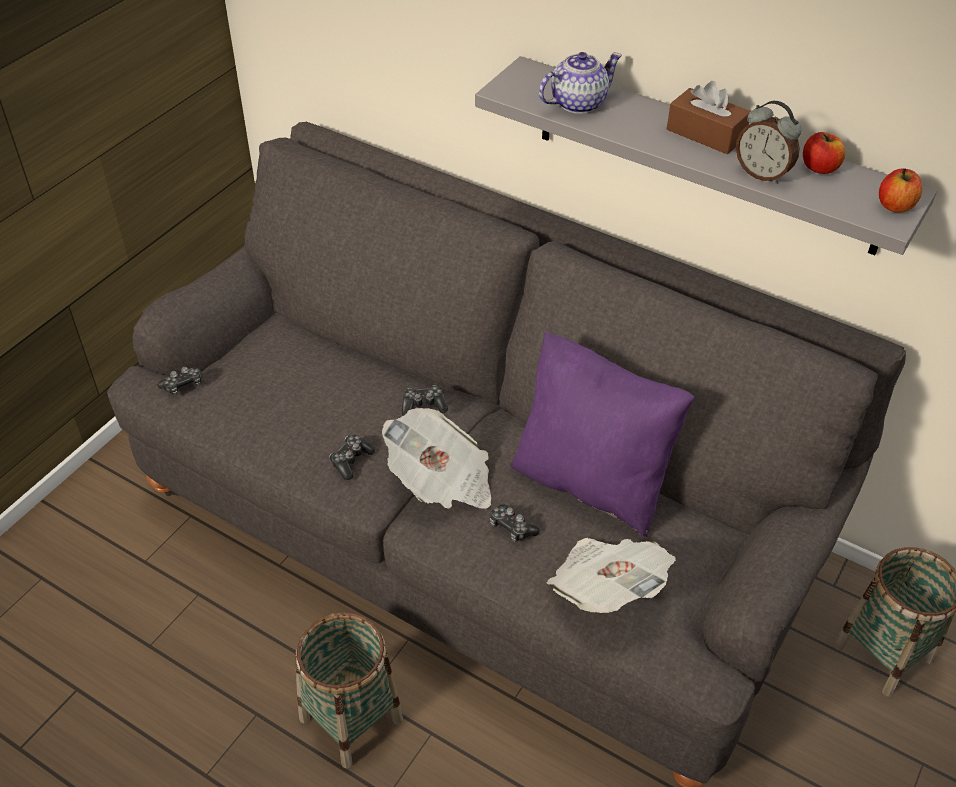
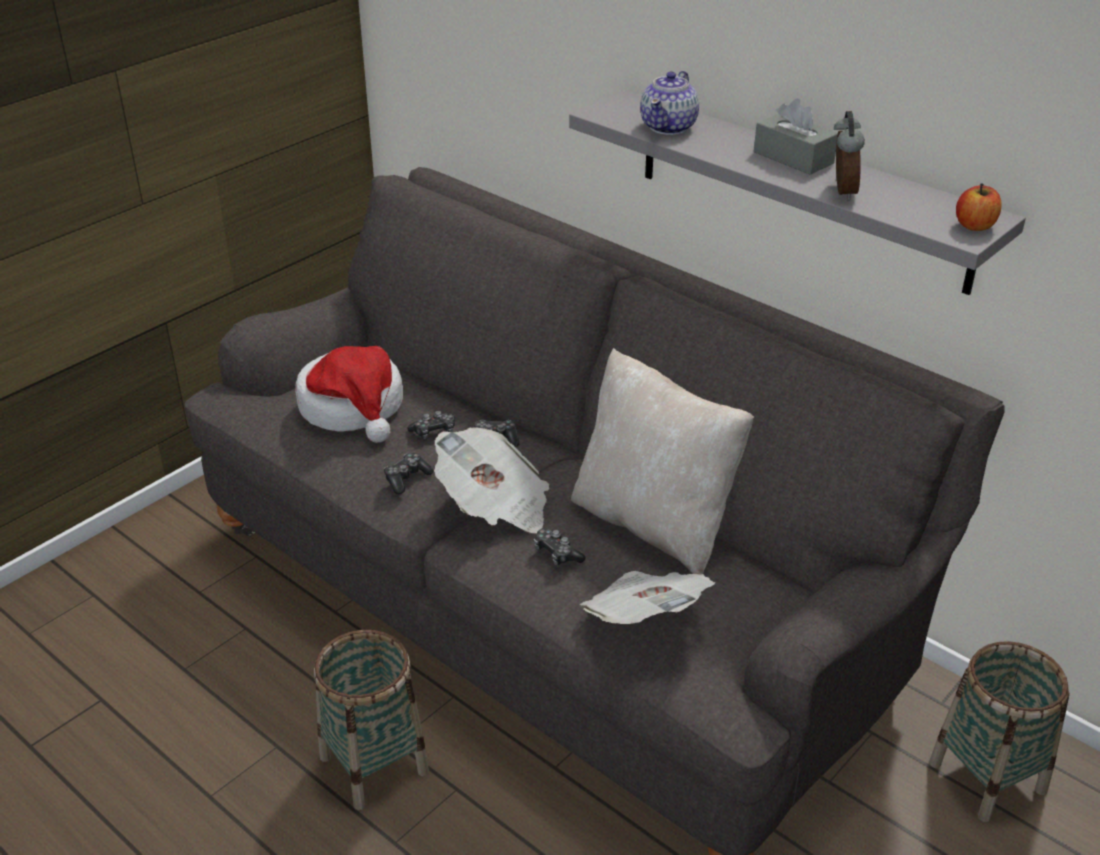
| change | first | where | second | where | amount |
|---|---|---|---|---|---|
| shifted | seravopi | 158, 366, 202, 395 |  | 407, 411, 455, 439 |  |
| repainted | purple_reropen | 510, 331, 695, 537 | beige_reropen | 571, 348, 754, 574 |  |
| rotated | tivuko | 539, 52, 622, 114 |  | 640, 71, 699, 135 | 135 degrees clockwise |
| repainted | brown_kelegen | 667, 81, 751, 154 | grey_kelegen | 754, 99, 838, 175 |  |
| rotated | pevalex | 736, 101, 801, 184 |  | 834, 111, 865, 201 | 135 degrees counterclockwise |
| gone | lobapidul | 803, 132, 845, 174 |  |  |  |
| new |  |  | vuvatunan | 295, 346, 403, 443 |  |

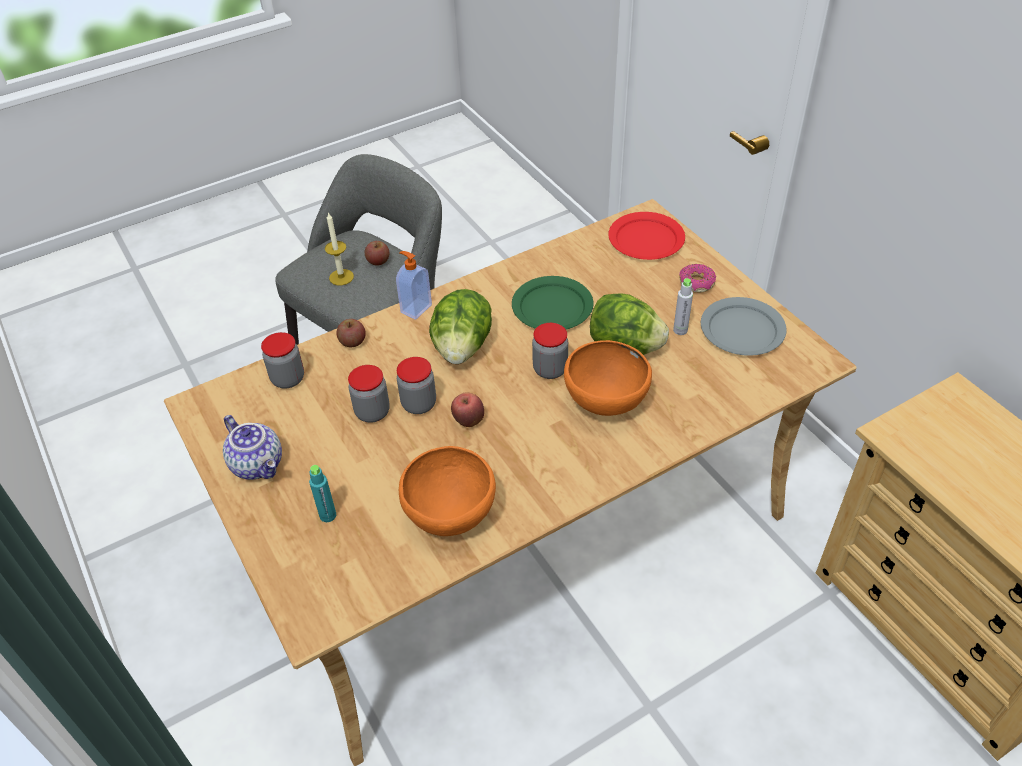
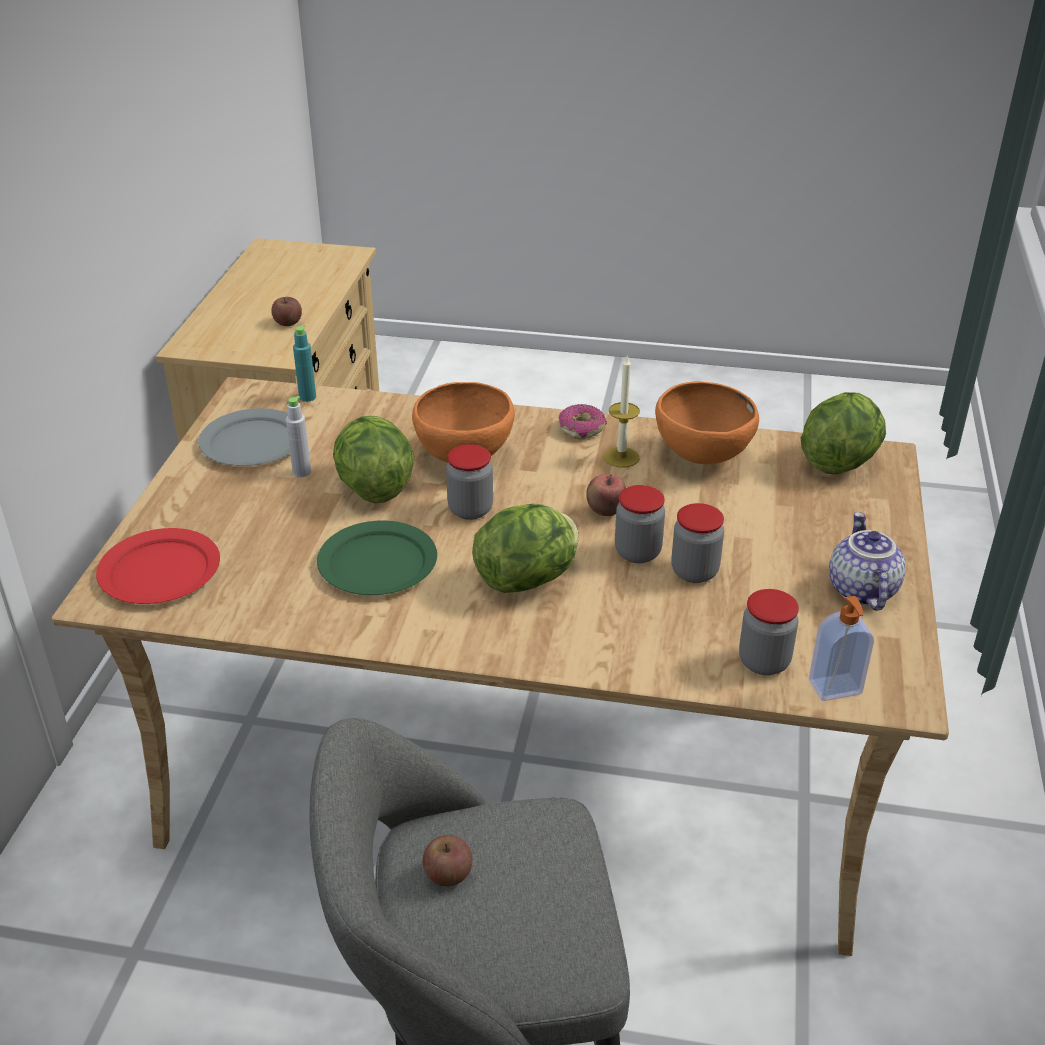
| change | first | where | second | where | amount |
|---|---|---|---|---|---|
| shifted | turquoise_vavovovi | 309, 465, 336, 522 |  | 293, 325, 316, 402 |  |
| shifted | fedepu | 325, 212, 354, 285 |  | 604, 356, 640, 468 |  |
| shifted | lobapidul | 336, 319, 366, 347 |  | 271, 297, 302, 326 |  |
| shifted | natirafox | 396, 251, 432, 320 |  | 808, 596, 874, 701 |  |
| shifted | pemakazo | 679, 264, 716, 293 |  | 559, 404, 607, 439 |  |
| new |  |  | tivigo | 801, 392, 886, 474 |  |

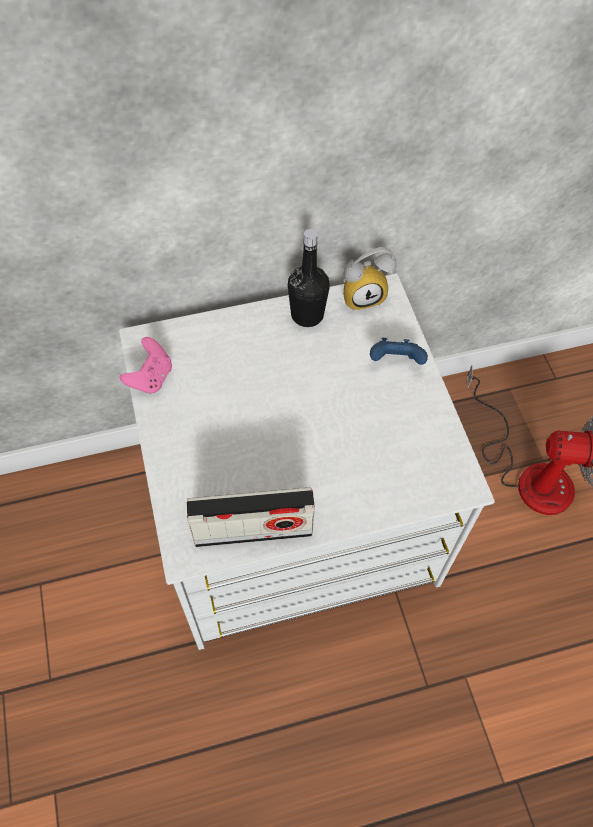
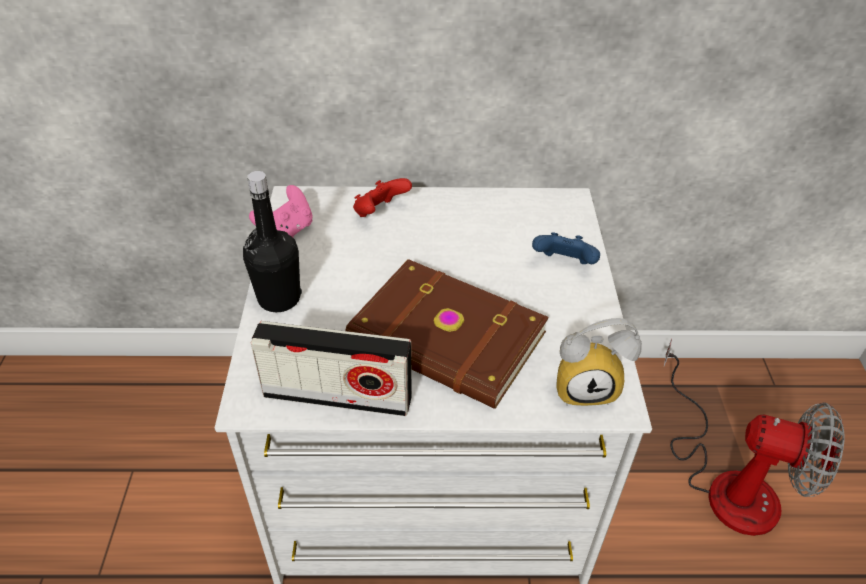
| change | first | where | second | where | amount |
|---|---|---|---|---|---|
| shifted | black_vavovovi | 288, 229, 330, 327 |  | 243, 171, 302, 312 |  |
| shifted | pevalex | 344, 247, 397, 311 |  | 556, 318, 642, 406 |  |
| new |  |  | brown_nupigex | 345, 259, 549, 409 |  |
| new |  |  | red_seravopi | 353, 178, 412, 217 |  |

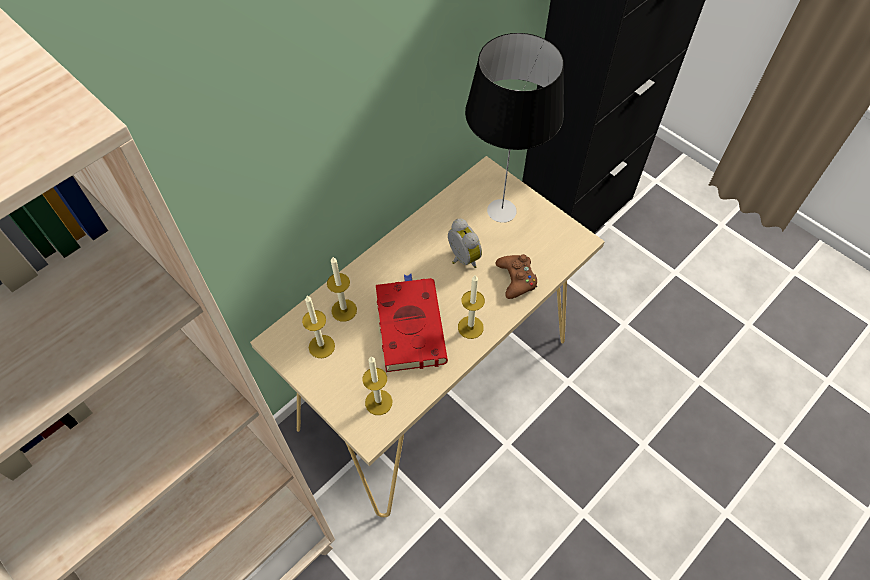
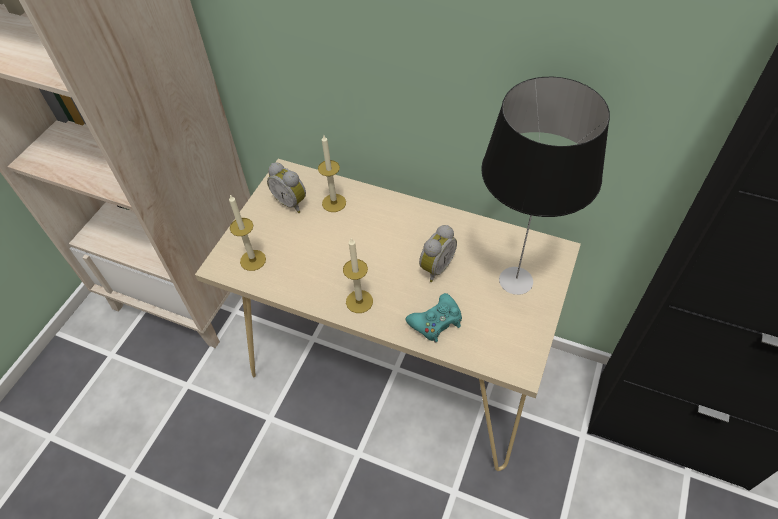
| change | first | where | second | where | amount |
|---|---|---|---|---|---|
| swapped | fedepu | 302, 296, 335, 358 | pevalex | 267, 163, 306, 213 |  |
| gone | red_nupigex | 376, 274, 448, 372 |  |  |  |
| repainted | brown_seravopi | 496, 254, 537, 299 | turquoise_seravopi | 406, 293, 462, 343 |  |

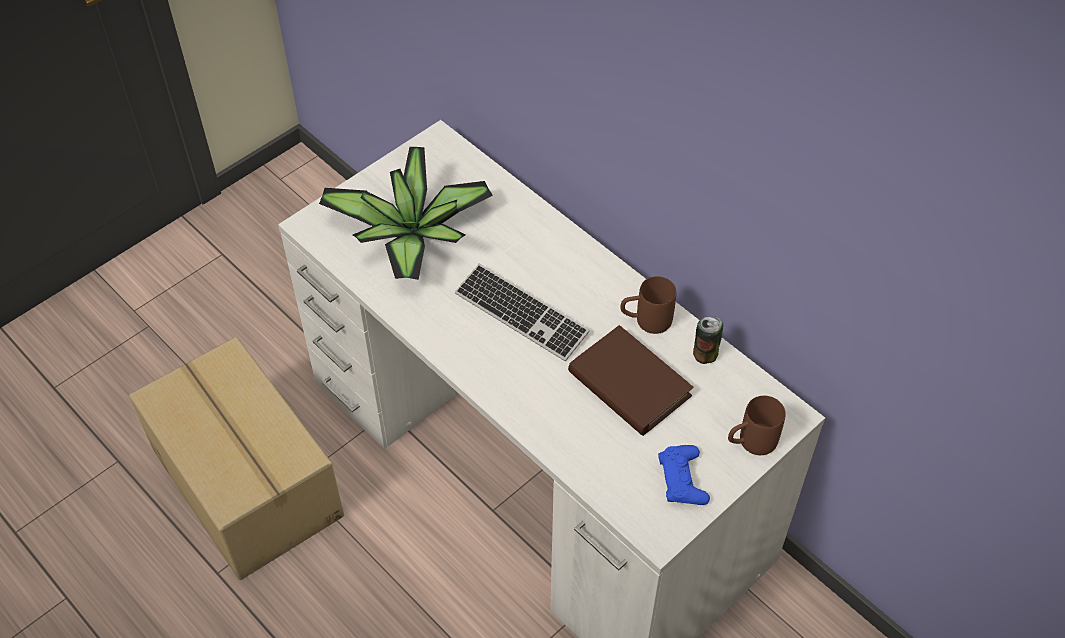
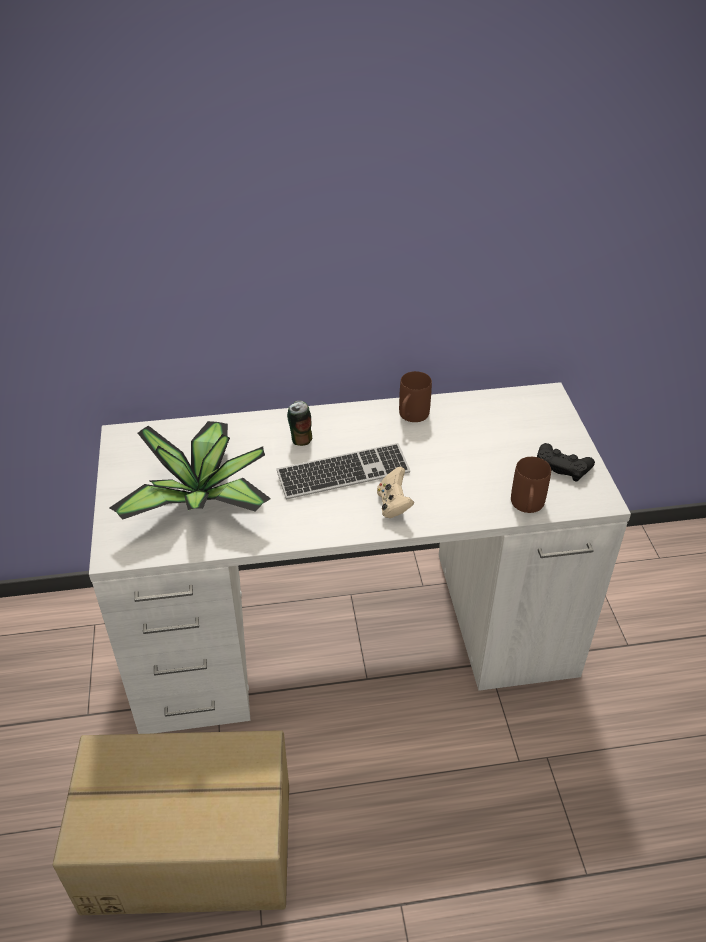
| change | first | where | second | where | amount |
|---|---|---|---|---|---|
| gone | brown_nupigex | 568, 325, 693, 436 |  |  |  |
| repainted | blue_seravopi | 658, 445, 710, 505 | black_seravopi | 537, 443, 595, 482 |  |
| shifted | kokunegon | 693, 317, 723, 364 |  | 287, 401, 312, 446 |  |
| shifted | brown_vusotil | 728, 396, 786, 455 |  | 511, 457, 551, 513 |  |
| new |  |  | beige_seravopi | 377, 467, 414, 518 |  |

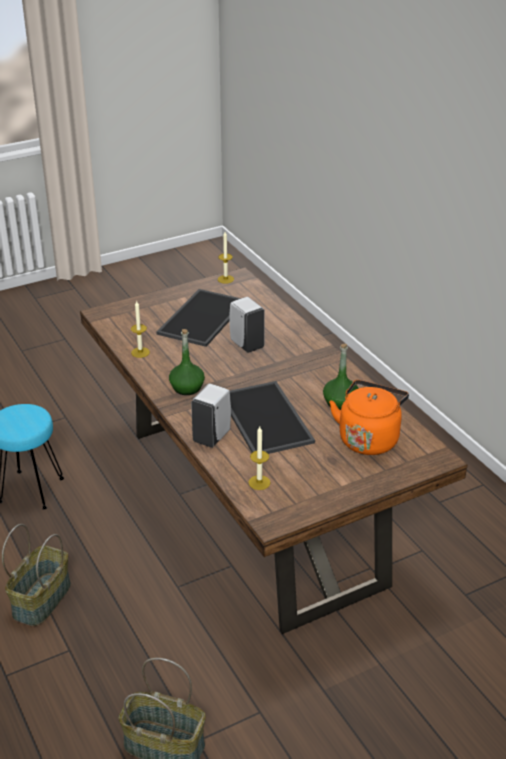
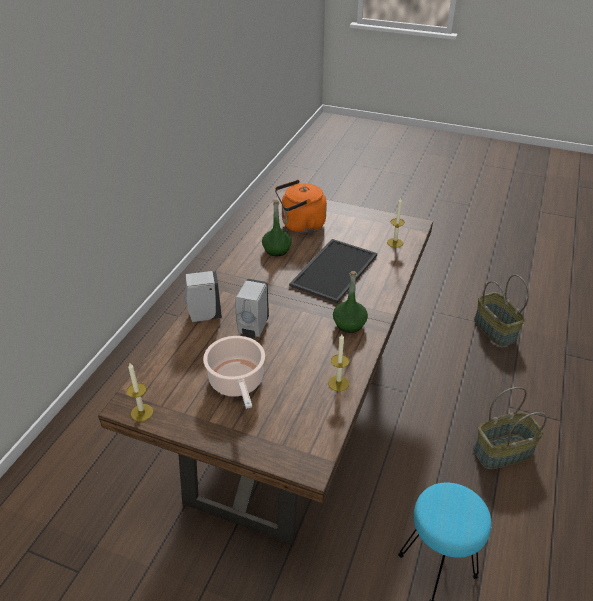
| change | first | where | second | where | amount |
|---|---|---|---|---|---|
| swapped | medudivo | 156, 289, 241, 347 | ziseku | 203, 336, 265, 409 |  |
| shifted | white_natirafox | 191, 384, 231, 448 |  | 184, 271, 222, 322 |  |

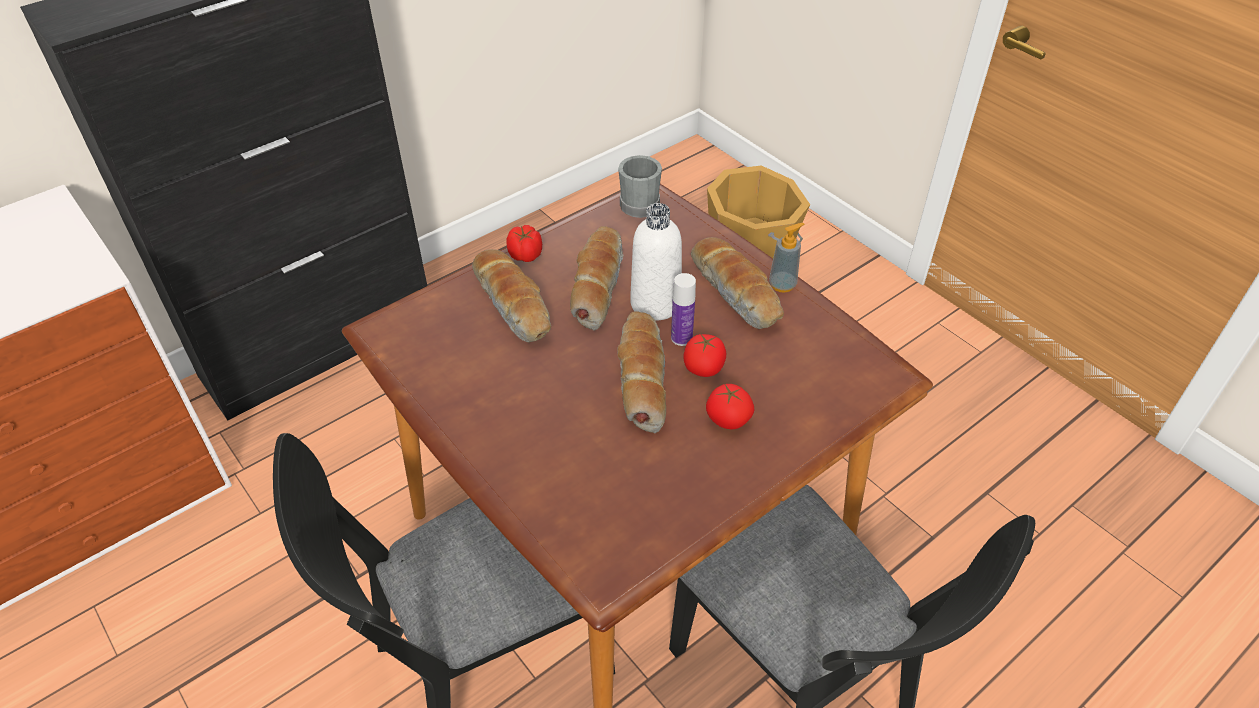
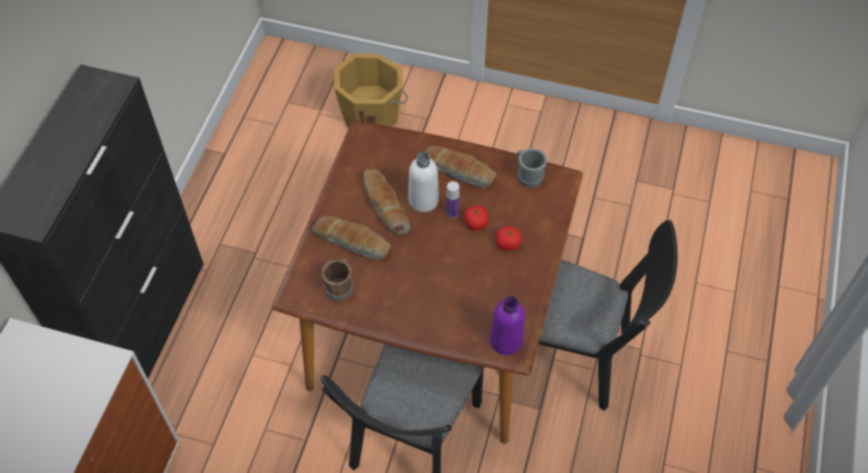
| change | first | where | second | where | amount |
|---|---|---|---|---|---|
| gone | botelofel | 506, 225, 542, 262 |  |  |  |
| gone | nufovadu | 617, 311, 666, 433 |  |  |  |
| shifted | grey_vusotil | 618, 155, 662, 218 |  | 517, 148, 547, 188 |  |
| gone | natirafox | 769, 223, 804, 293 |  |  |  |
| new |  |  | brown_vusotil | 321, 258, 353, 301 |  |
| new |  |  | purple_vavovovi | 490, 296, 525, 355 |  |

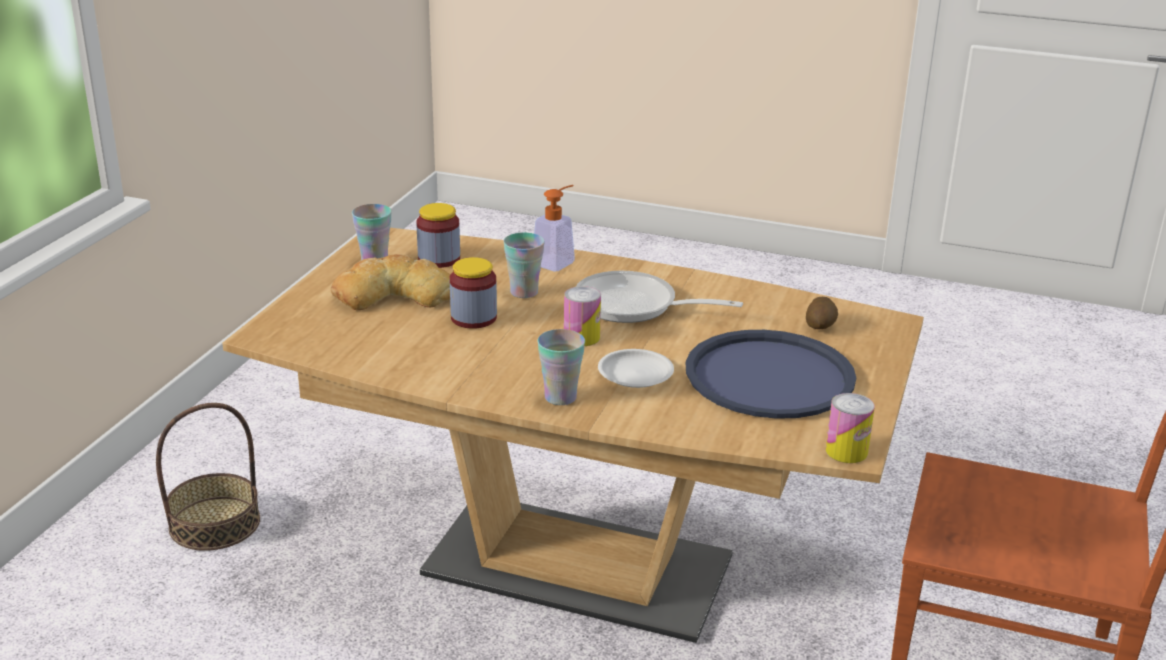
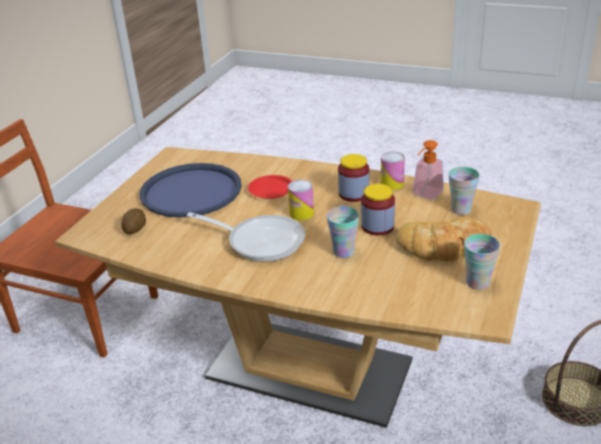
| change | first | where | second | where | amount |
|---|---|---|---|---|---|
| shifted | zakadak | 416, 203, 460, 268 |  | 338, 154, 369, 202 |  |
| shifted | natirafox | 534, 185, 575, 271 |  | 412, 140, 444, 200 |  |
| shifted | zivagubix | 537, 329, 585, 405 |  | 449, 167, 480, 215 |  |
| repainted | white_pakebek | 598, 349, 674, 388 | red_pakebek | 248, 175, 292, 199 |  |
| shifted | kokunegon | 826, 393, 875, 463 |  | 381, 152, 405, 190 |  |

